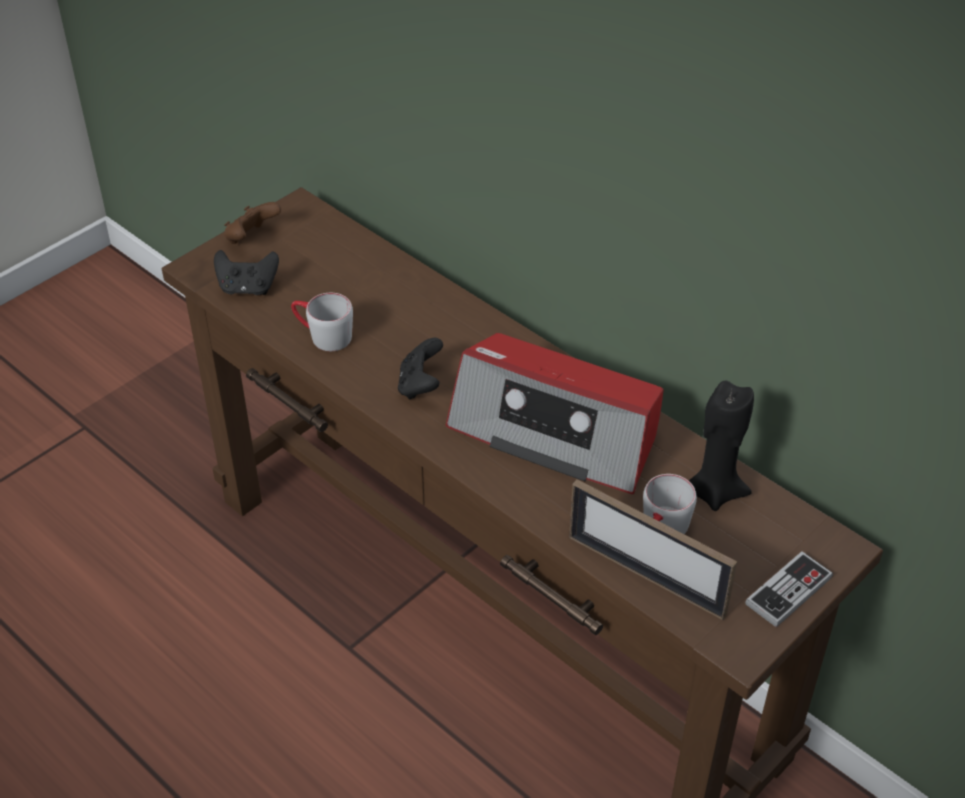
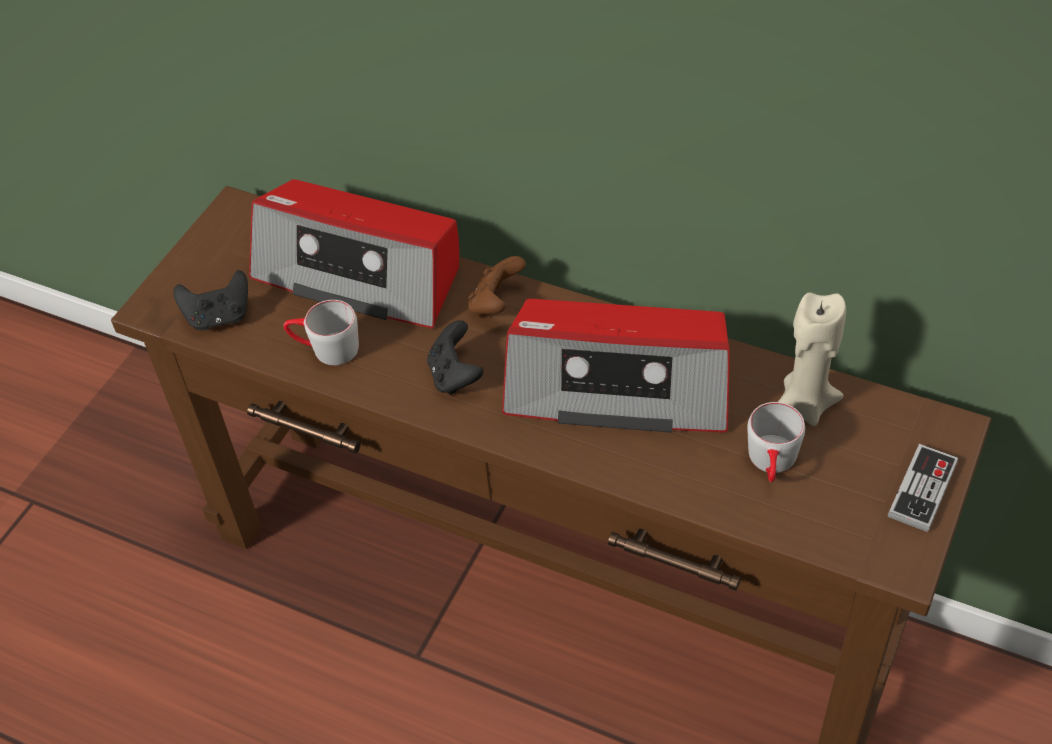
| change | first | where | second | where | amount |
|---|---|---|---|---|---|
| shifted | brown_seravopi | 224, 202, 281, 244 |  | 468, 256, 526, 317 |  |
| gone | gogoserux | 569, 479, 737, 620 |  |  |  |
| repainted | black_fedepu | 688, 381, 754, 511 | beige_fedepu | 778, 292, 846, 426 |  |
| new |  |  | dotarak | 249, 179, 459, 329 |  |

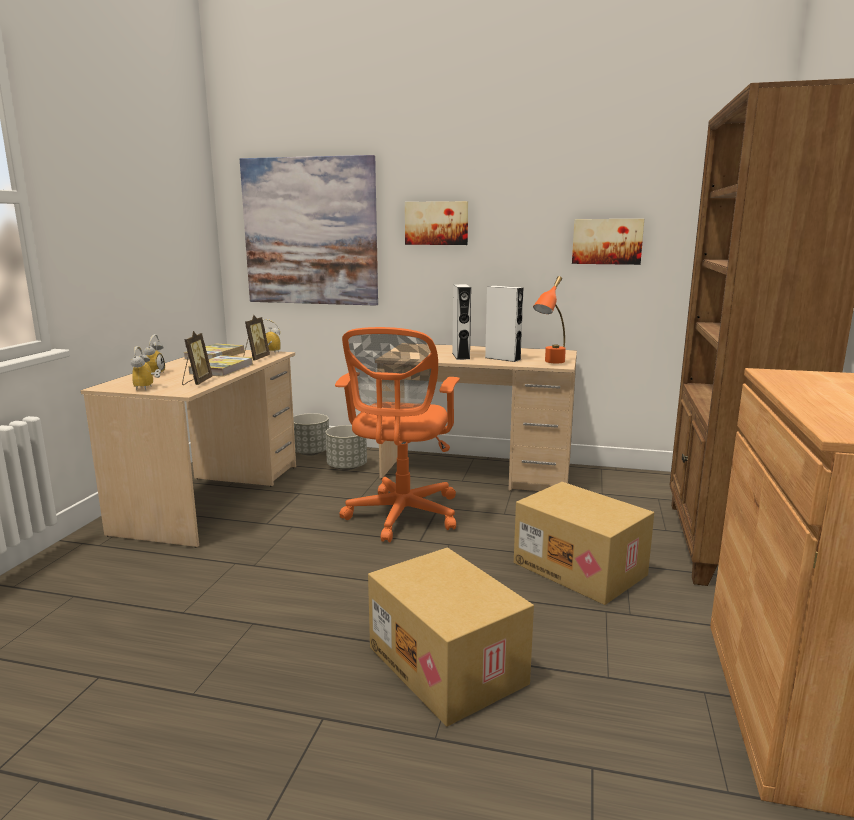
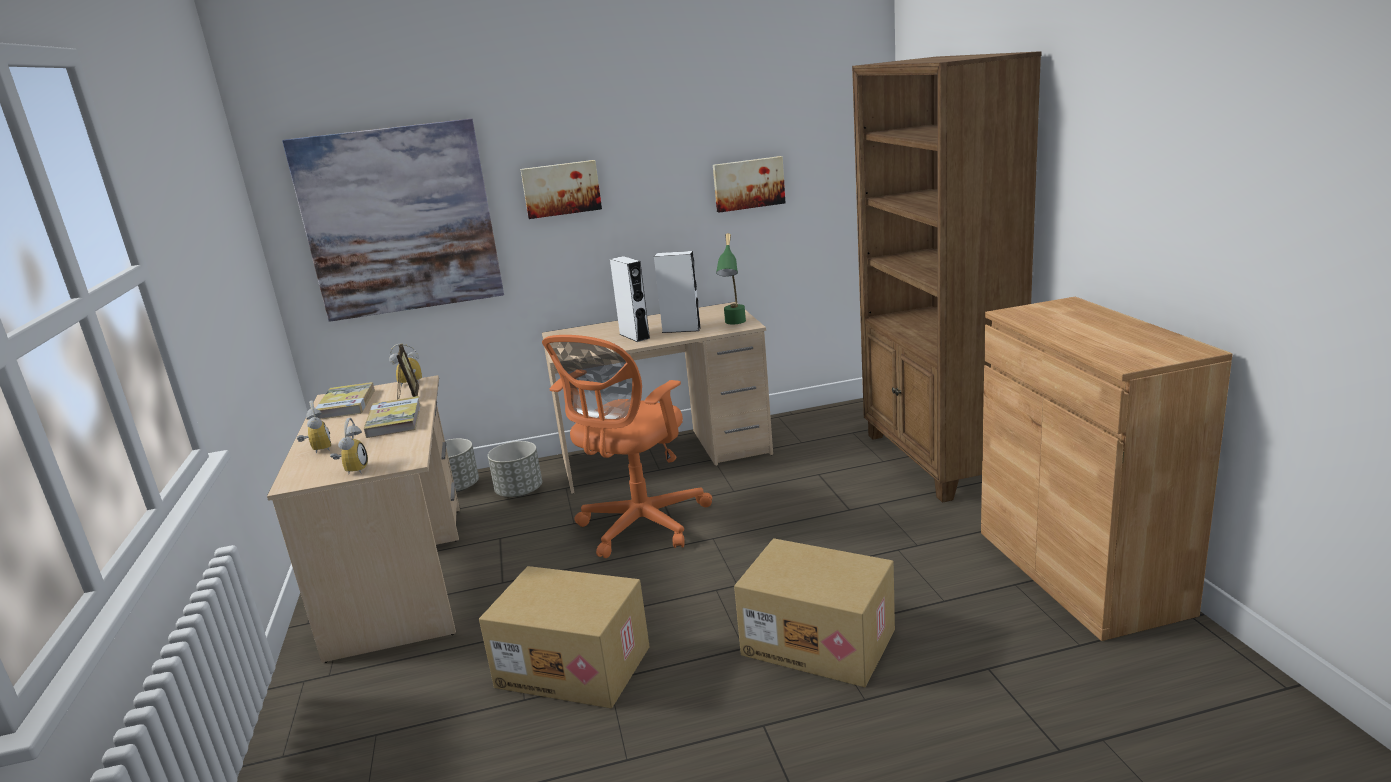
| change | first | where | second | where | amount |
|---|---|---|---|---|---|
| rotated | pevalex | 130, 346, 161, 391 |  | 330, 418, 368, 474 | 150 degrees counterclockwise |
| gone | gogoserux | 182, 331, 212, 385 |  |  |  |
| rotated | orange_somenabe | 335, 327, 460, 542 |  | 542, 335, 712, 558 | 45 degrees clockwise |
| shifted | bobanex | 514, 482, 654, 605 |  | 479, 566, 650, 708 |  |
| repainted | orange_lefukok | 533, 276, 566, 363 | green_lefukok | 716, 233, 746, 324 |  |

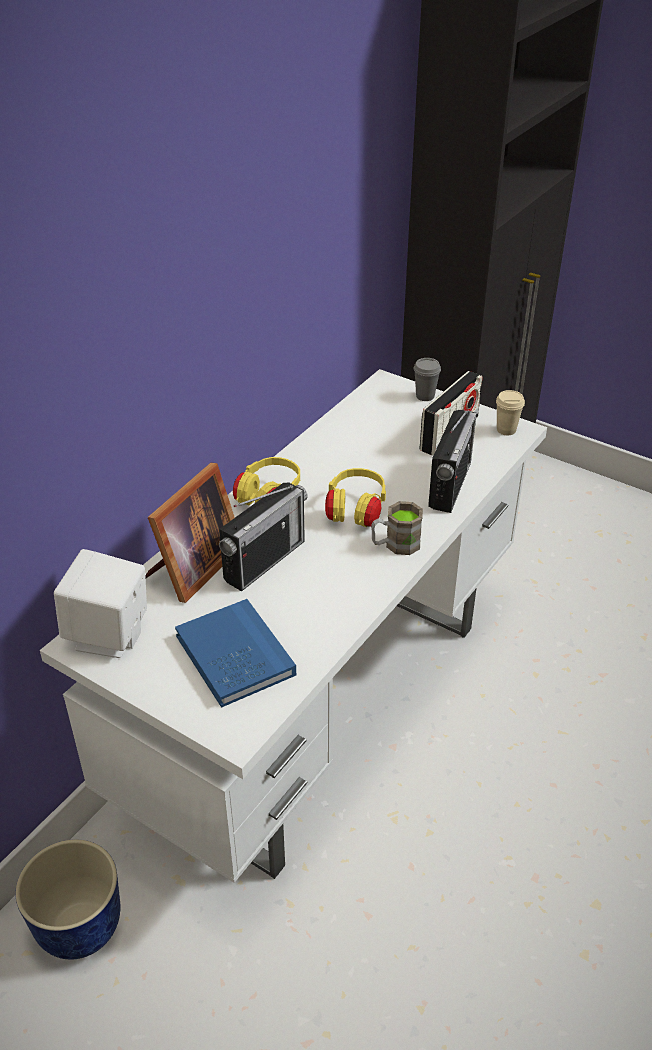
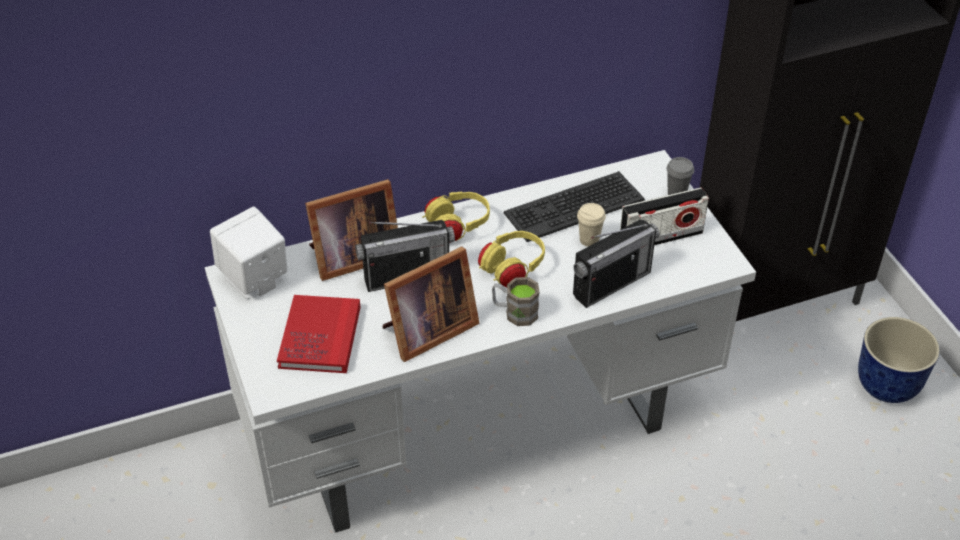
| change | first | where | second | where | amount |
|---|---|---|---|---|---|
| shifted | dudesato | 15, 839, 120, 960 |  | 858, 317, 940, 403 |  |
| repainted | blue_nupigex | 175, 599, 296, 708 | red_nupigex | 277, 295, 361, 373 |  |
| shifted | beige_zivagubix | 496, 390, 525, 435 |  | 577, 203, 606, 247 |  |
| new |  |  | gogoserux | 383, 246, 479, 362 |  |
| new |  |  | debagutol | 504, 171, 645, 242 |  |

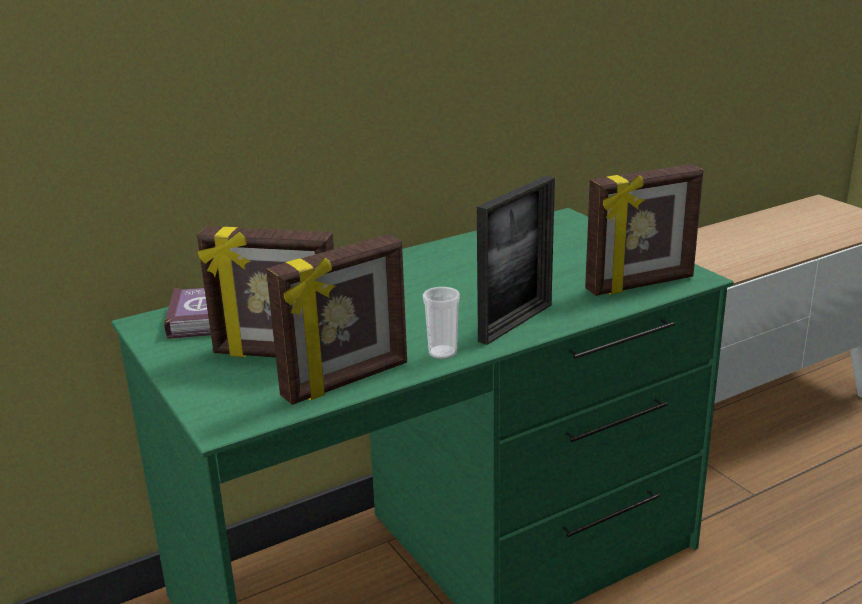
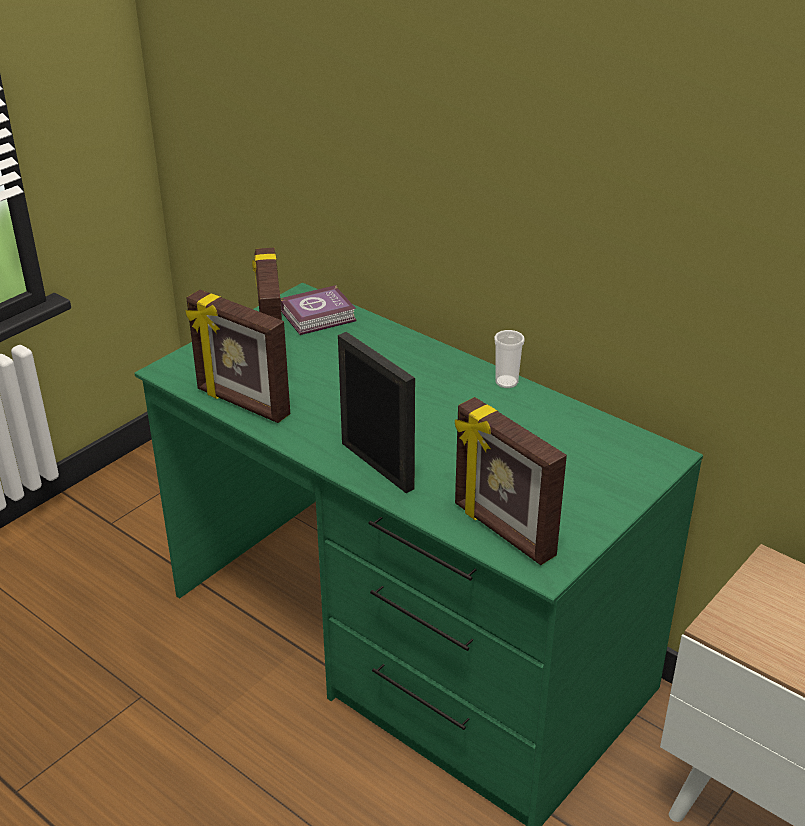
| change | first | where | second | where | amount |
|---|---|---|---|---|---|
| shifted | zivagubix | 423, 287, 460, 359 |  | 494, 330, 525, 388 |  |
| rotated | gogoserux | 477, 176, 555, 345 |  | 338, 332, 415, 493 | 150 degrees counterclockwise |

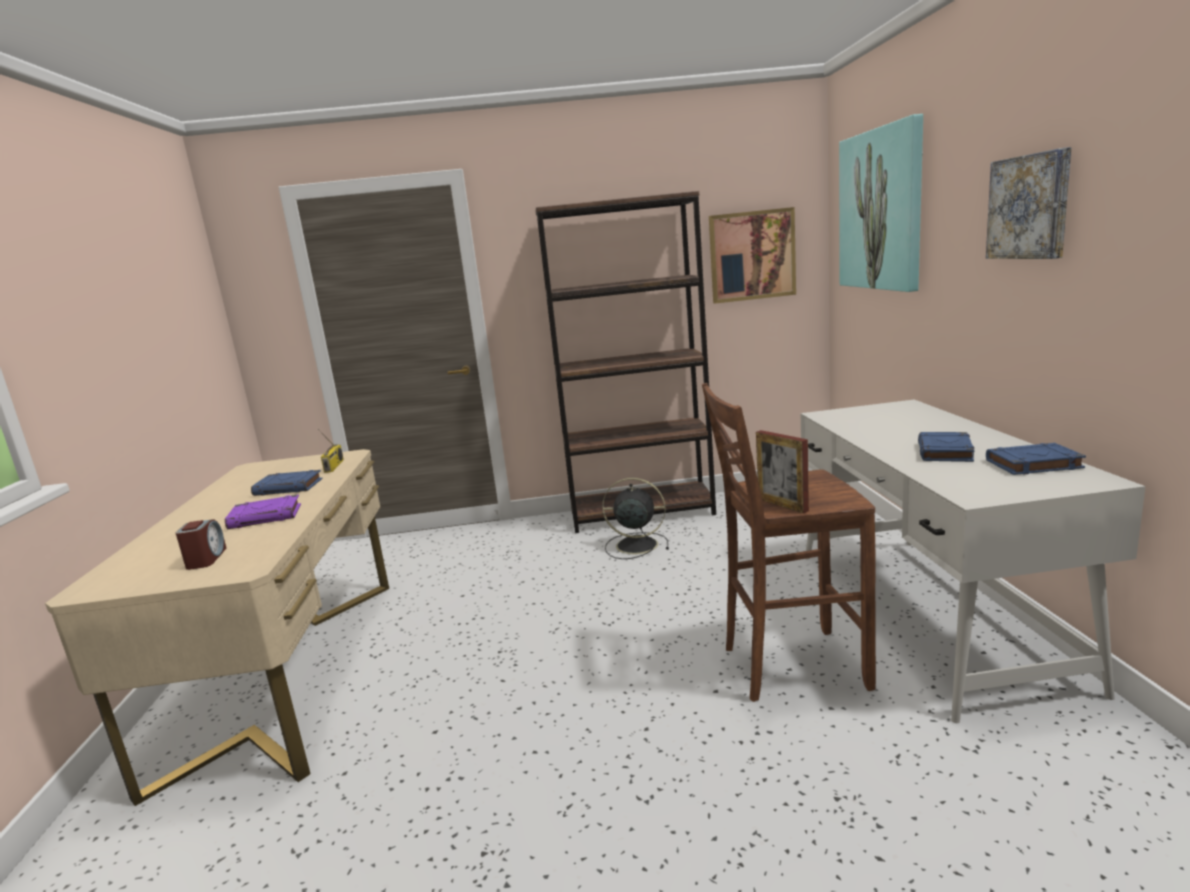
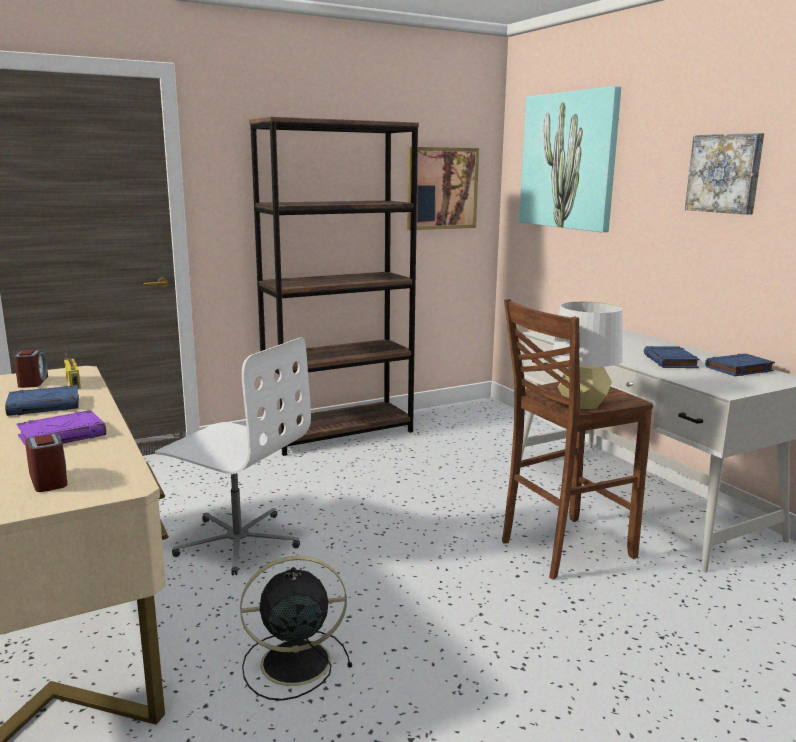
| change | first | where | second | where | amount |
|---|---|---|---|---|---|
| shifted | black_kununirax | 602, 478, 669, 559 |  | 240, 556, 352, 701 |  |
| swapped | gogoserux | 756, 430, 809, 514 | white_lefukok | 553, 301, 623, 409 |  |
| new |  |  | pevalex | 14, 350, 48, 388 |  |
| new |  |  | white_somenabe | 155, 337, 311, 575 |  |

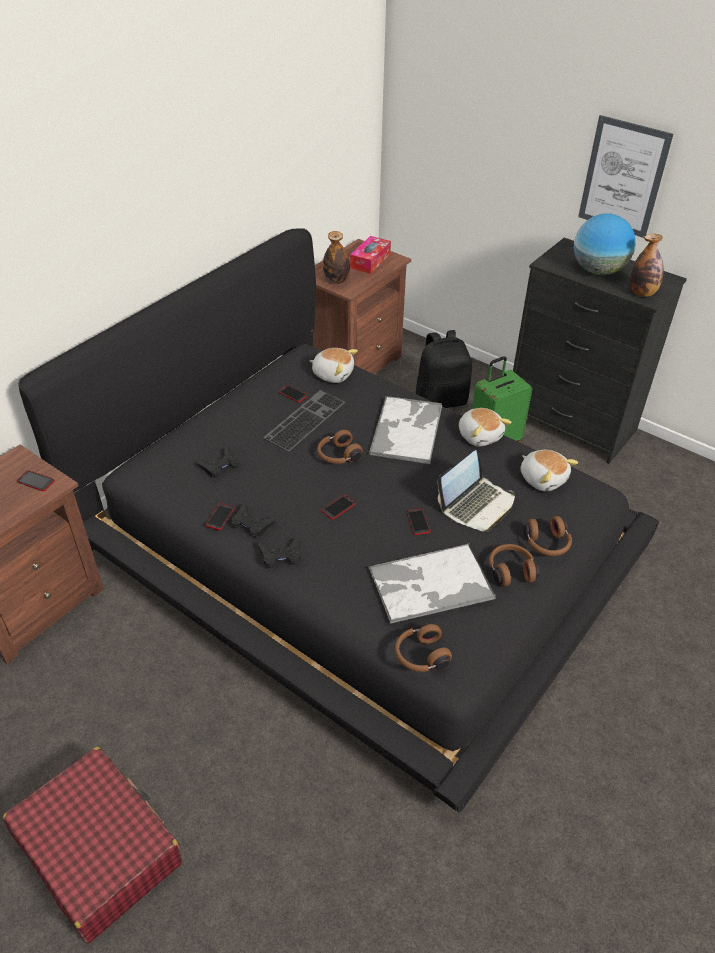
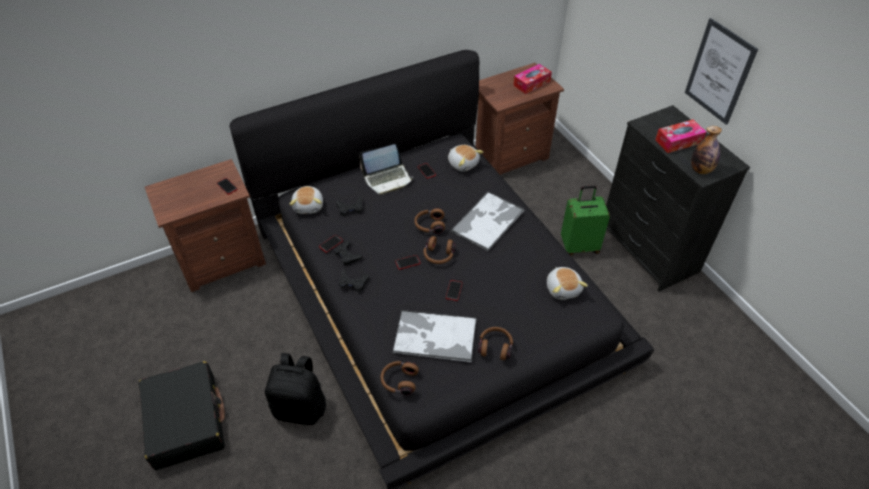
| change | first | where | second | where | amount |
|---|---|---|---|---|---|
| repainted | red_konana | 3, 747, 182, 943 | black_konana | 139, 361, 225, 470 |  |
| gone | debagutol | 263, 390, 345, 452 |  |  |  |
| gone | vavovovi | 323, 231, 350, 284 |  |  |  |
| shifted | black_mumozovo | 416, 330, 473, 408 |  | 265, 353, 326, 425 |  |
| shifted | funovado | 437, 450, 515, 532 |  | 359, 144, 413, 195 |  |
| shifted | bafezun | 459, 408, 511, 446 |  | 289, 186, 323, 214 |  |
| shifted | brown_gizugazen | 523, 516, 572, 556 |  | 423, 236, 455, 264 |  |
| swapped | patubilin | 574, 213, 636, 275 | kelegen | 655, 119, 707, 153 |  |

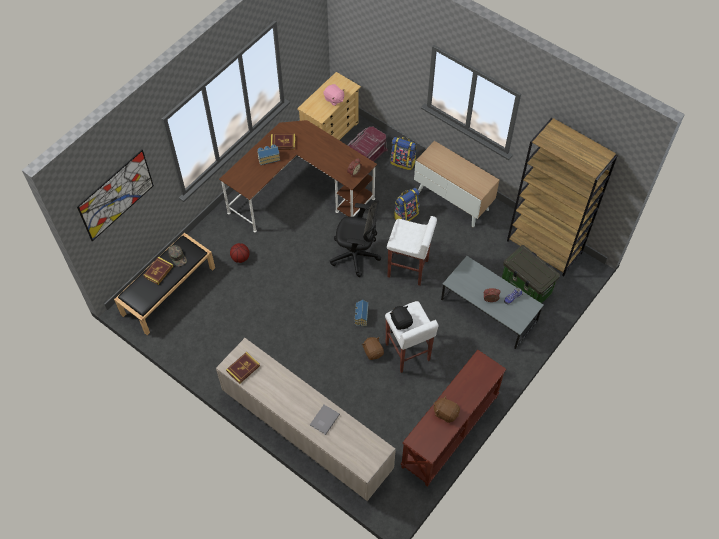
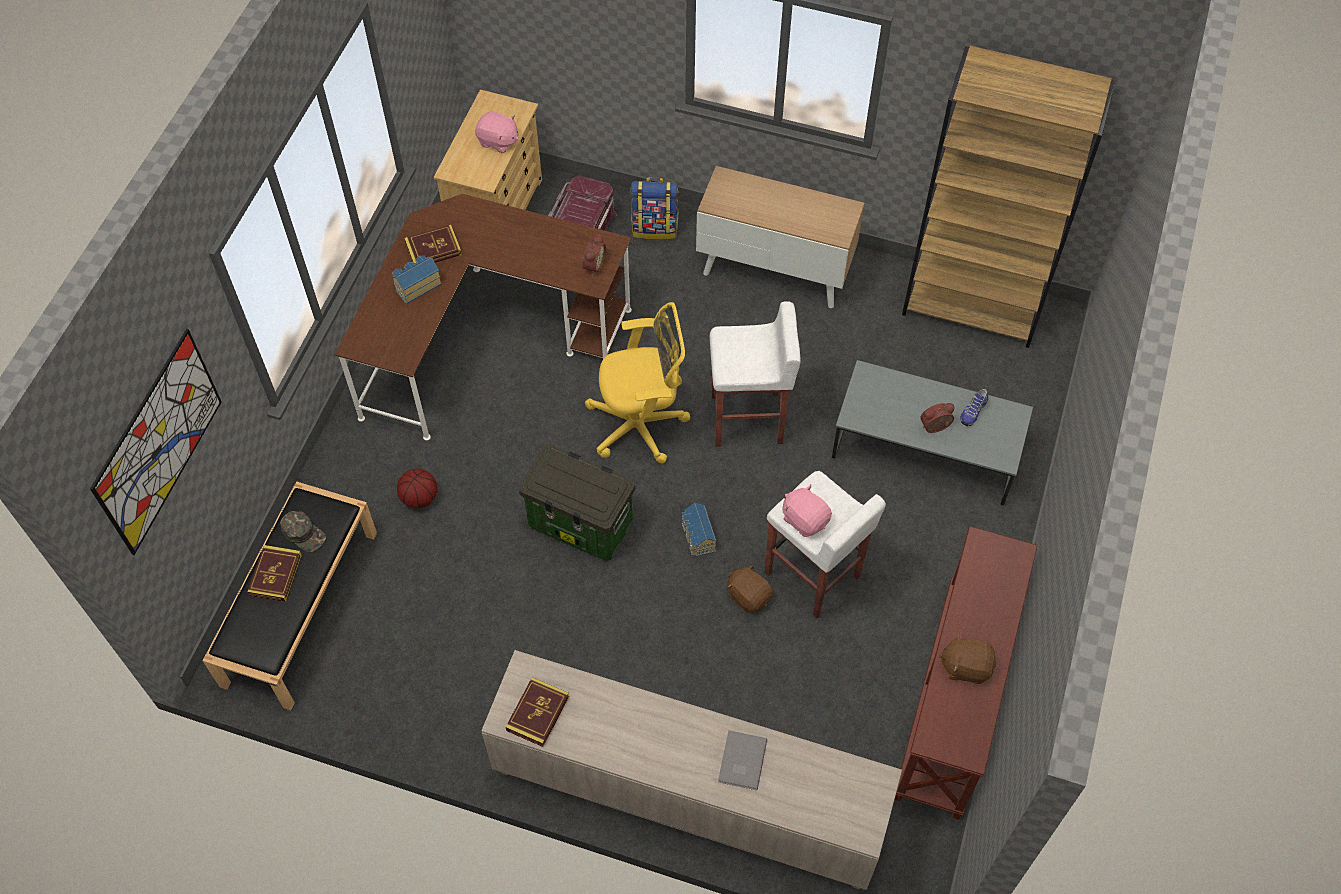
| change | first | where | second | where | amount |
|---|---|---|---|---|---|
| repainted | black_somenabe | 330, 200, 381, 277 | yellow_somenabe | 585, 302, 690, 463 |  |
| repainted | black_bafezun | 390, 306, 413, 330 | pink_bafezun | 782, 484, 832, 537 |  |
| gone | mumozovo | 394, 188, 420, 221 |  |  |  |
| shifted | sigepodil | 502, 245, 560, 303 |  | 519, 444, 635, 561 |  |

